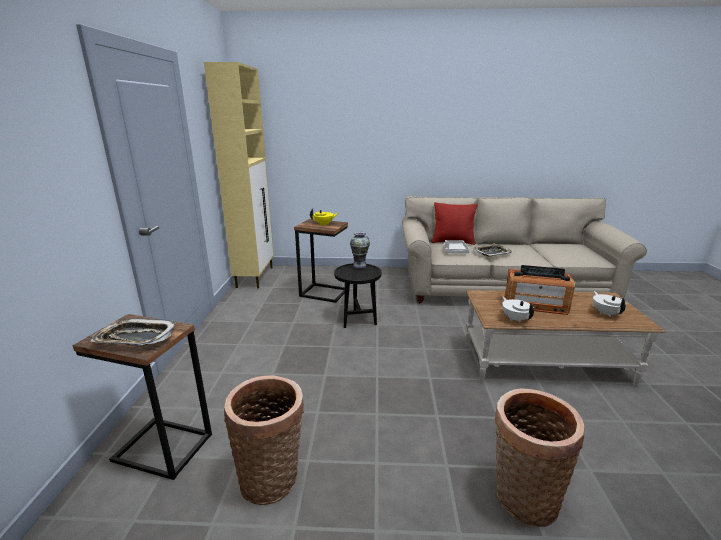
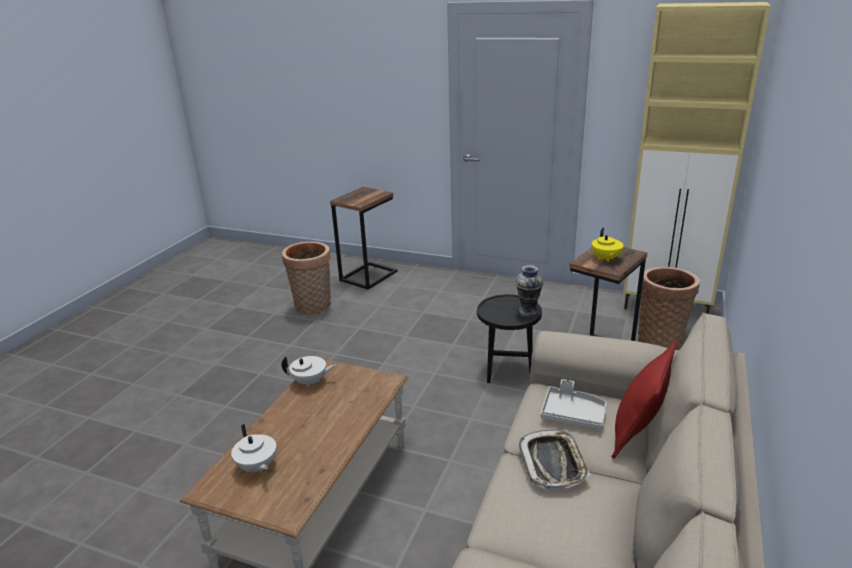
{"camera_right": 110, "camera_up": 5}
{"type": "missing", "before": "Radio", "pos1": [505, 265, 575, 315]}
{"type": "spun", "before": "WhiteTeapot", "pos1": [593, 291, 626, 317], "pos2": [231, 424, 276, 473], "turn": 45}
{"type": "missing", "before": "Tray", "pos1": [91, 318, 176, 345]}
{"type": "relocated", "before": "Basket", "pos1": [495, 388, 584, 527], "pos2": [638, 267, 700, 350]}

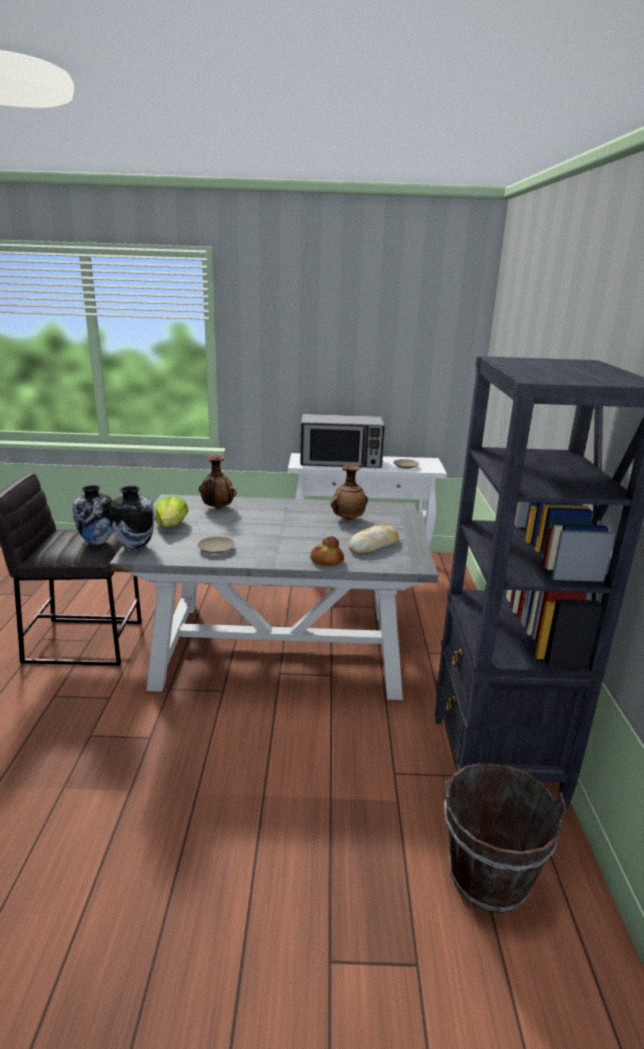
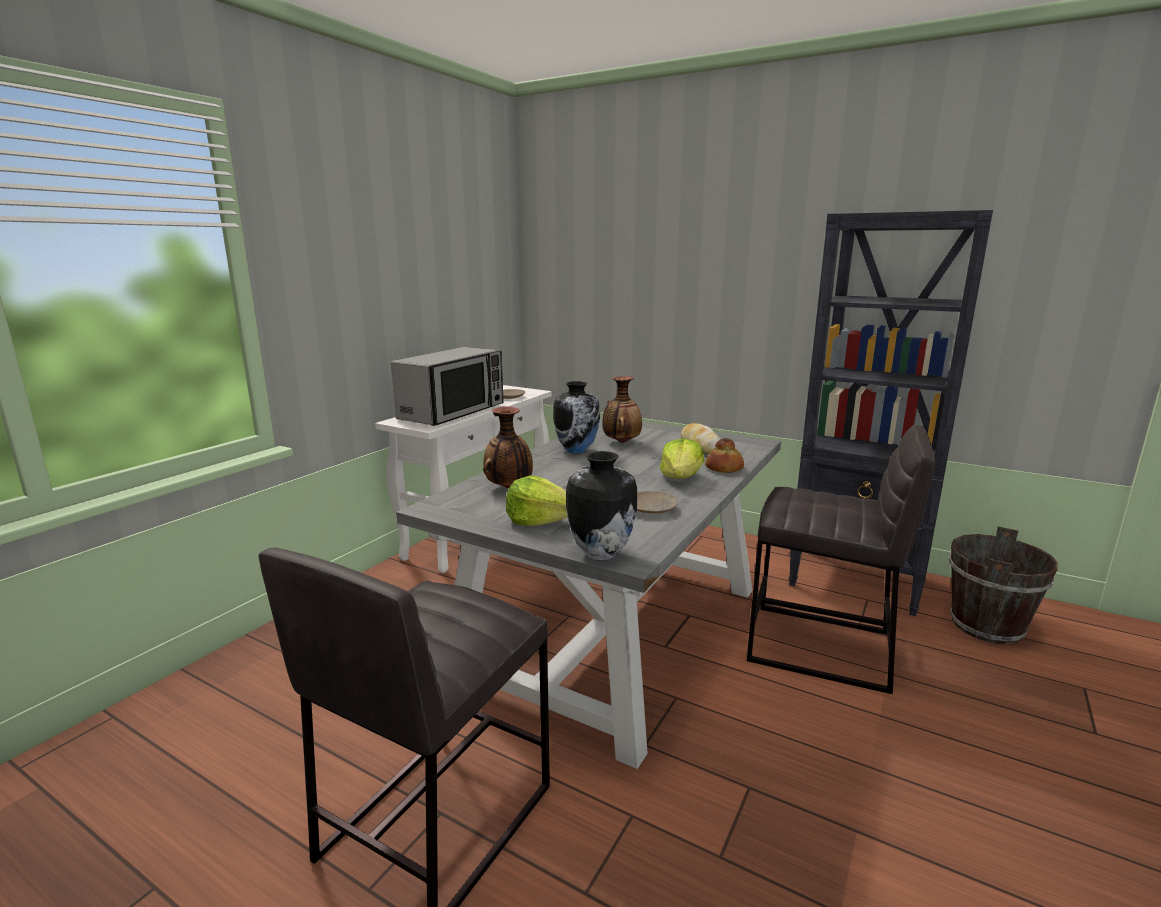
{"camera_right": -60, "camera_up": -5}
{"type": "relocated", "before": "Vase", "pos1": [73, 485, 113, 545], "pos2": [553, 381, 600, 453]}
{"type": "appeared", "after": "GreyStool", "pos2": [747, 425, 935, 694]}
{"type": "appeared", "after": "Lettuce", "pos2": [660, 438, 704, 478]}

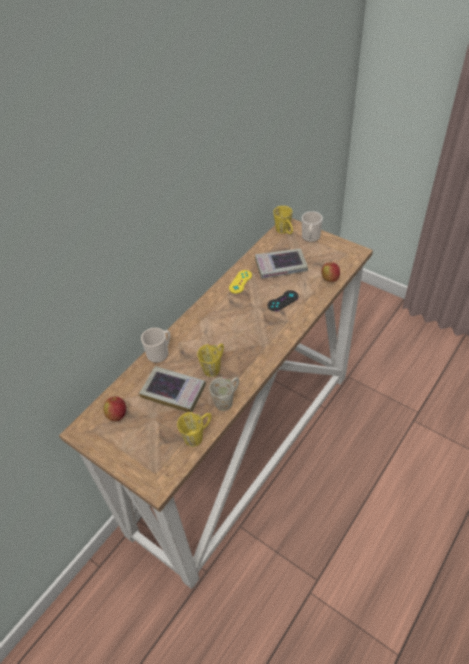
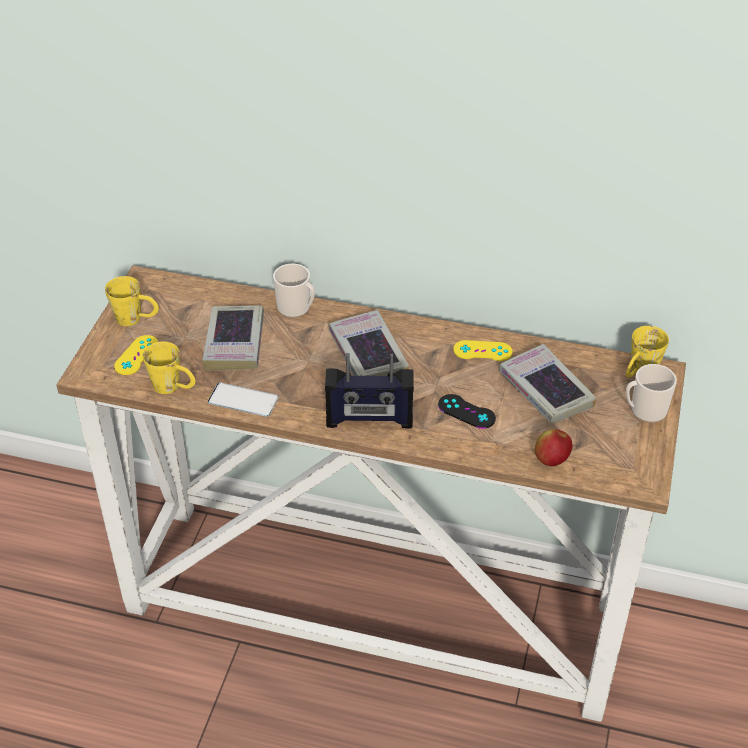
{"camera_right": 65, "camera_up": -5}
{"type": "relocated", "before": "YellowMug", "pos1": [197, 343, 224, 377], "pos2": [105, 276, 159, 326]}
{"type": "exchanged", "before": "WhiteMug", "after": "Phone", "pos1": [209, 377, 239, 411], "pos2": [208, 382, 279, 417]}
{"type": "missing", "before": "Apple", "pos1": [103, 397, 126, 421]}
{"type": "appeared", "after": "Book", "pos2": [329, 310, 409, 376]}
{"type": "appeared", "after": "YellowGameController", "pos2": [114, 335, 158, 375]}
{"type": "appeared", "after": "Radio", "pos2": [325, 353, 414, 429]}

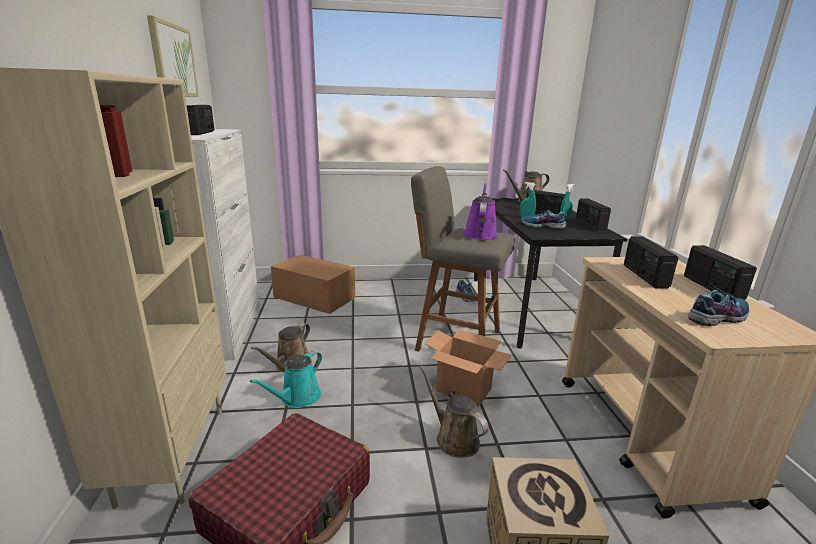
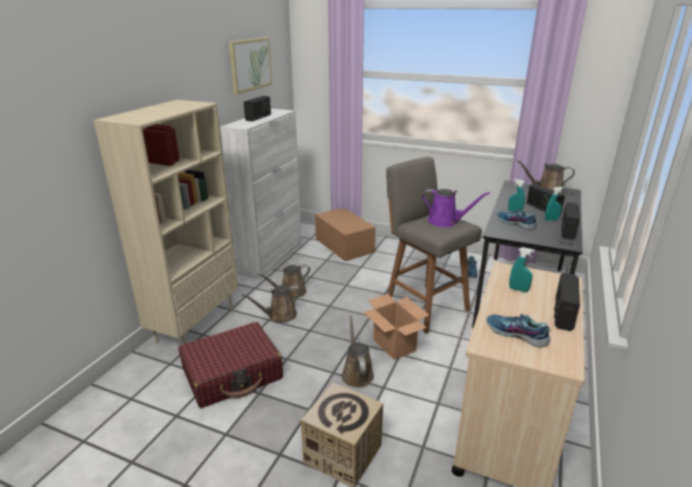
{"camera_right": 30, "camera_up": 5}
{"type": "spun", "before": "PurpleWateringCan", "pos1": [463, 183, 498, 240], "pos2": [422, 189, 490, 228], "turn": 75}
{"type": "exchanged", "before": "Radio", "after": "TurquoiseSprayBottle", "pos1": [624, 236, 679, 289], "pos2": [509, 247, 535, 292]}
{"type": "spun", "before": "Shoe", "pos1": [688, 282, 749, 326], "pos2": [486, 314, 551, 348], "turn": -150}
{"type": "colour", "before": "TurquoiseWateringCan", "after": "BrownWateringCan", "pos1": [250, 351, 322, 408], "pos2": [242, 286, 302, 322]}

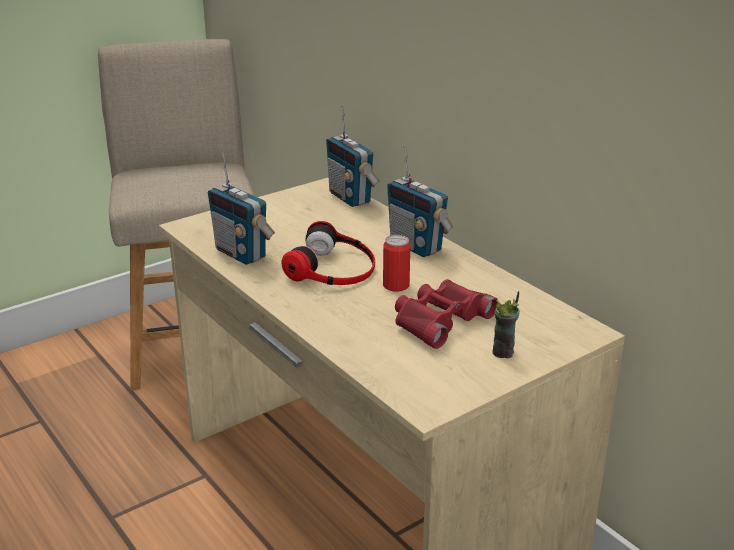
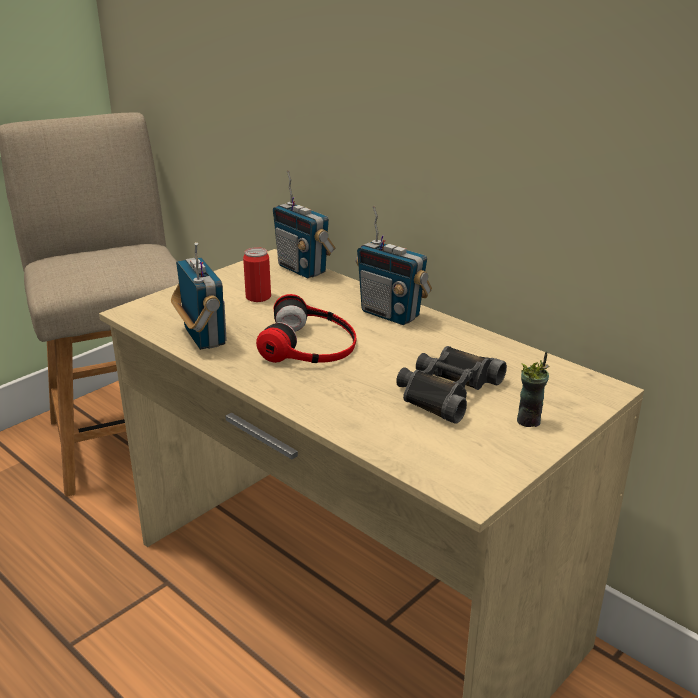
{"camera_right": -10, "camera_up": 0}
{"type": "spun", "before": "Radio", "pos1": [208, 152, 275, 265], "pos2": [171, 242, 227, 350], "turn": -150}
{"type": "relocated", "before": "Can", "pos1": [383, 235, 410, 292], "pos2": [243, 247, 271, 302]}
{"type": "colour", "before": "RedBinoculars", "after": "BlackBinoculars", "pos1": [395, 279, 498, 349], "pos2": [396, 346, 507, 424]}

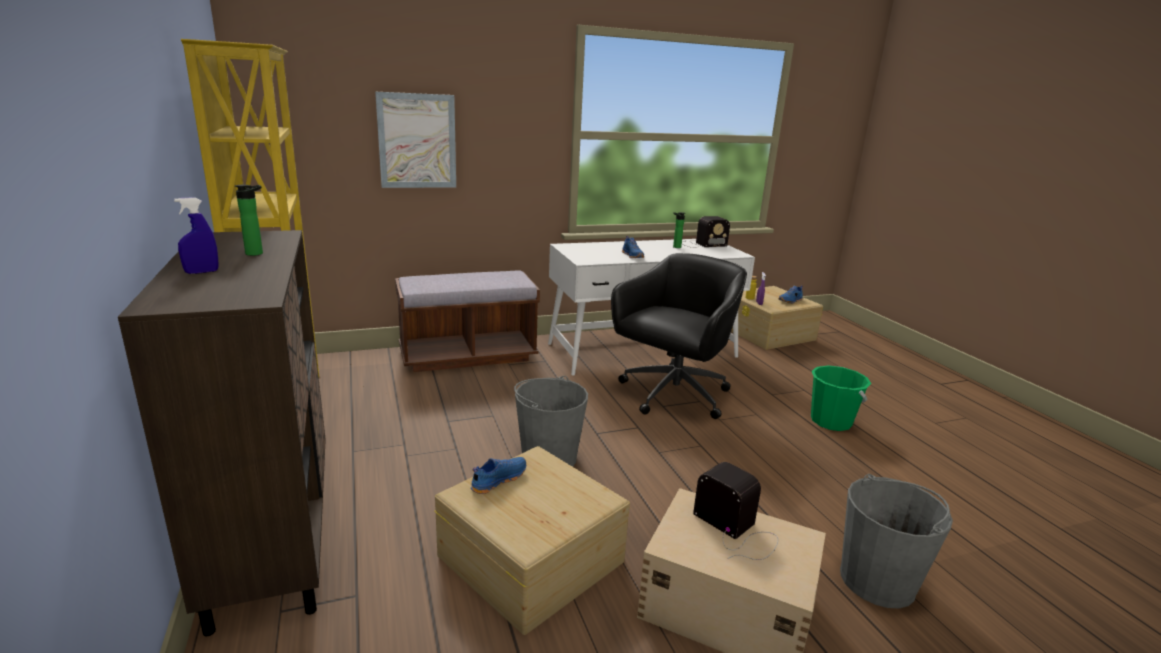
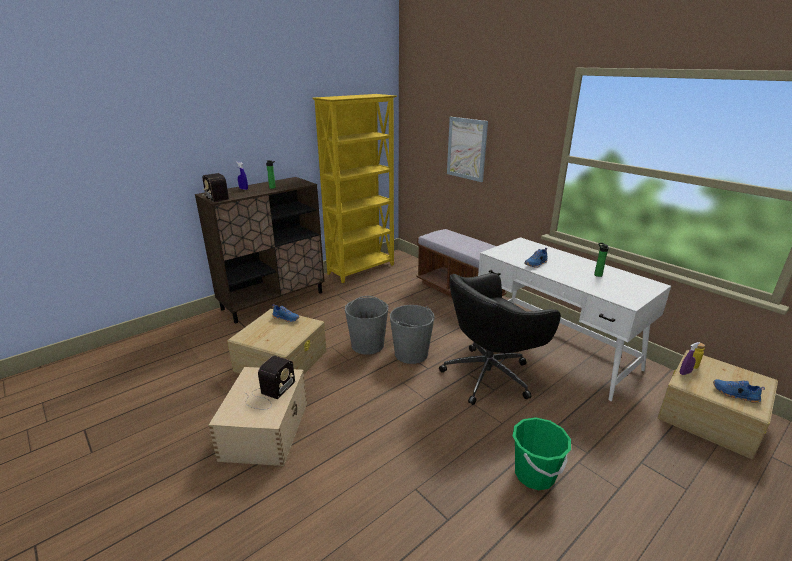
{"camera_right": 70, "camera_up": 5}
{"type": "relocated", "before": "Radio", "pos1": [684, 216, 730, 248], "pos2": [202, 173, 229, 202]}
{"type": "spun", "before": "BlackOfficeChair", "pos1": [611, 253, 747, 419], "pos2": [439, 273, 561, 405], "turn": 135}
{"type": "relocated", "before": "GreyBucket", "pos1": [840, 474, 953, 608], "pos2": [390, 305, 435, 364]}

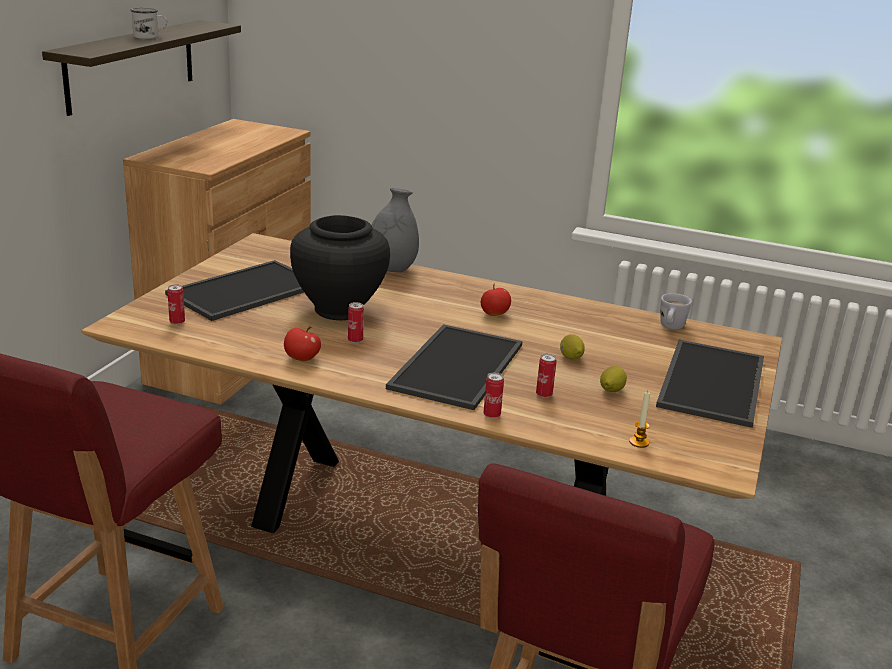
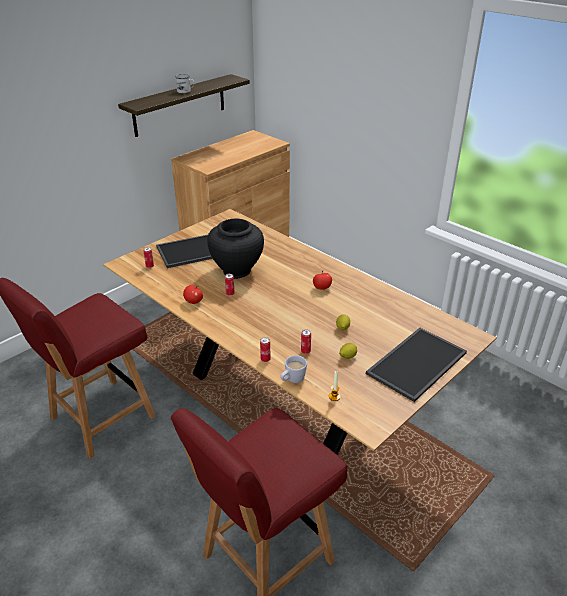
{"camera_right": 25, "camera_up": 10}
{"type": "missing", "before": "GreyVase", "pos1": [372, 188, 419, 272]}
{"type": "relocated", "before": "WhiteMug", "pos1": [660, 293, 692, 330], "pos2": [280, 355, 307, 383]}
{"type": "missing", "before": "Tray", "pos1": [386, 324, 522, 410]}

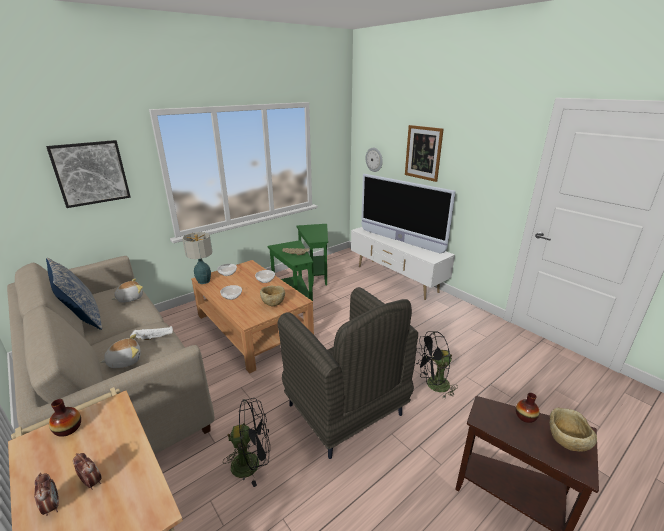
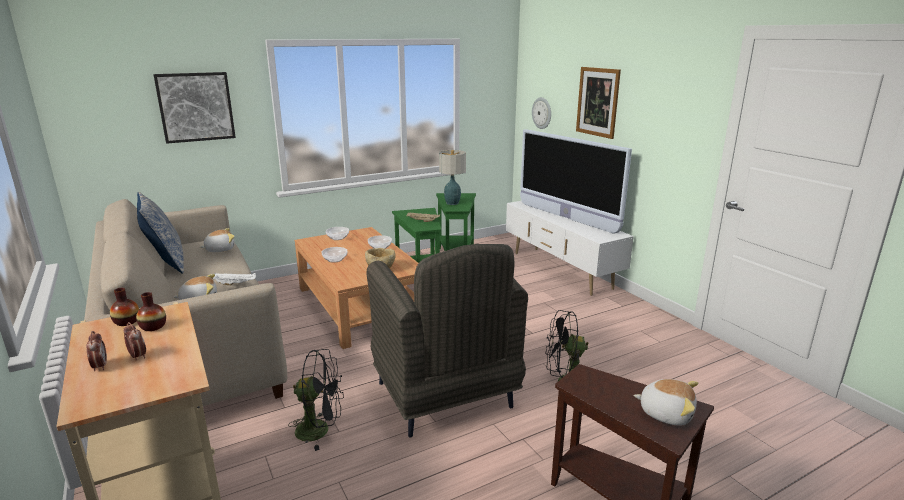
{"camera_right": 10, "camera_up": -5}
{"type": "relocated", "before": "TableLamp", "pos1": [182, 232, 212, 284], "pos2": [439, 150, 466, 205]}
{"type": "relocated", "before": "Vase", "pos1": [516, 393, 540, 423], "pos2": [136, 292, 166, 331]}
{"type": "exchanged", "before": "BeigeBowl", "after": "PlushToy", "pos1": [549, 408, 597, 451], "pos2": [633, 379, 698, 426]}

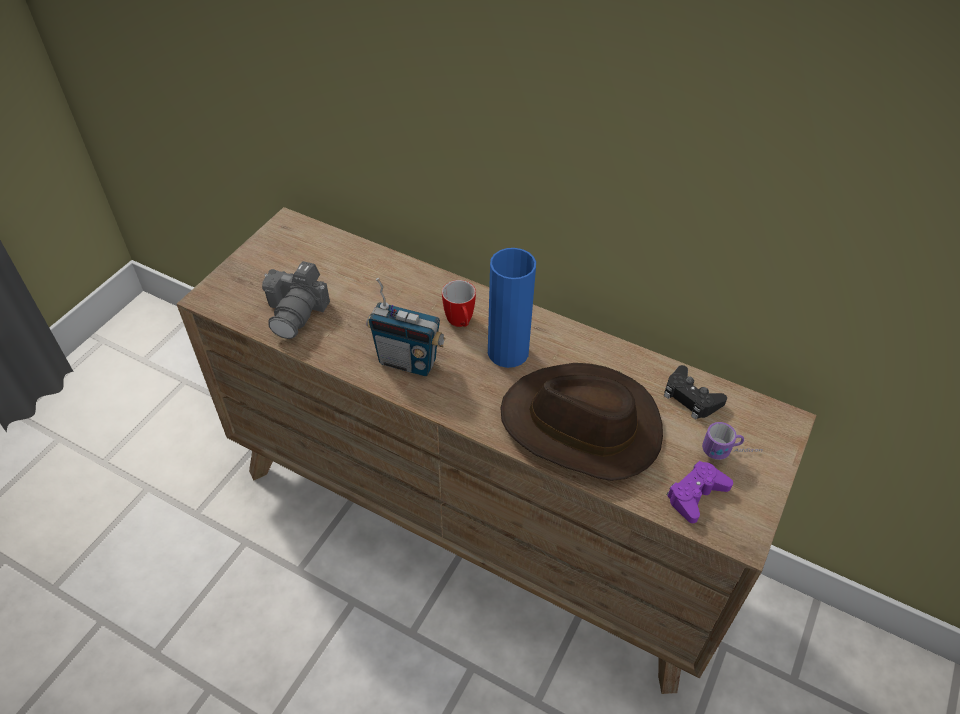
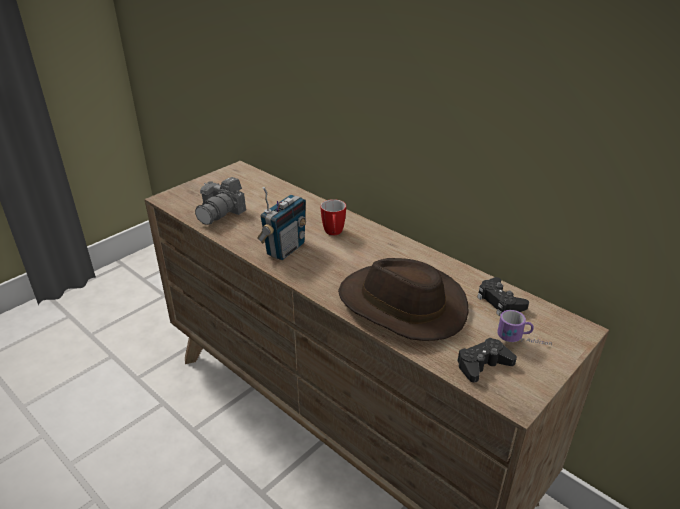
{"camera_right": 15, "camera_up": -15}
{"type": "missing", "before": "BlueVase", "pos1": [488, 248, 536, 368]}
{"type": "spun", "before": "Radio", "pos1": [366, 278, 446, 376], "pos2": [257, 187, 306, 260], "turn": -90}
{"type": "colour", "before": "PurpleGameController", "after": "BlackGameController", "pos1": [667, 461, 733, 523], "pos2": [457, 338, 517, 382]}

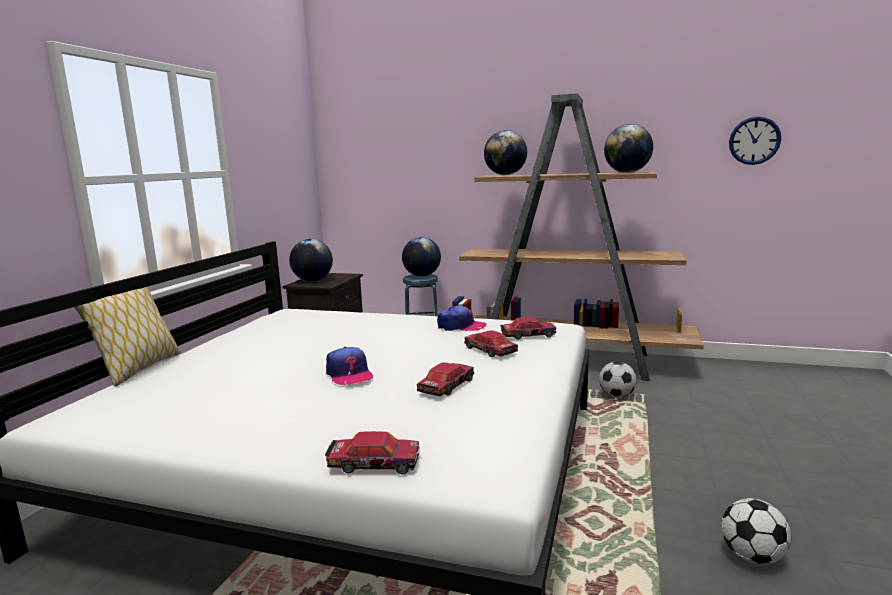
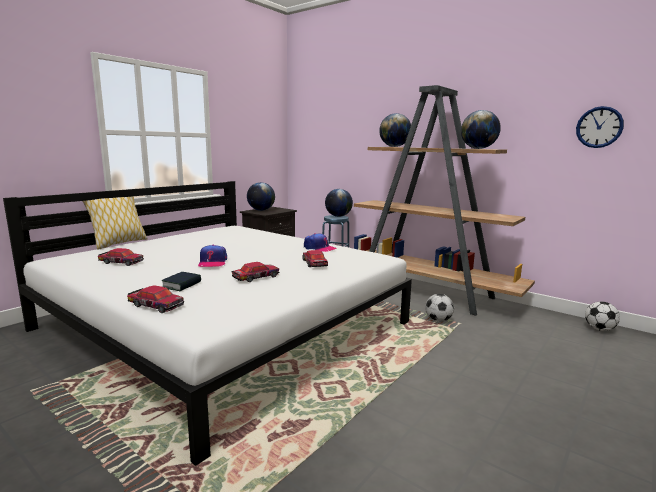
{"camera_right": 20, "camera_up": 0}
{"type": "relocated", "before": "ToyCar", "pos1": [500, 317, 556, 340], "pos2": [98, 248, 144, 266]}
{"type": "relocated", "before": "Football", "pos1": [722, 498, 791, 564], "pos2": [585, 302, 620, 331]}
{"type": "appeared", "after": "Book", "pos2": [161, 272, 201, 291]}

